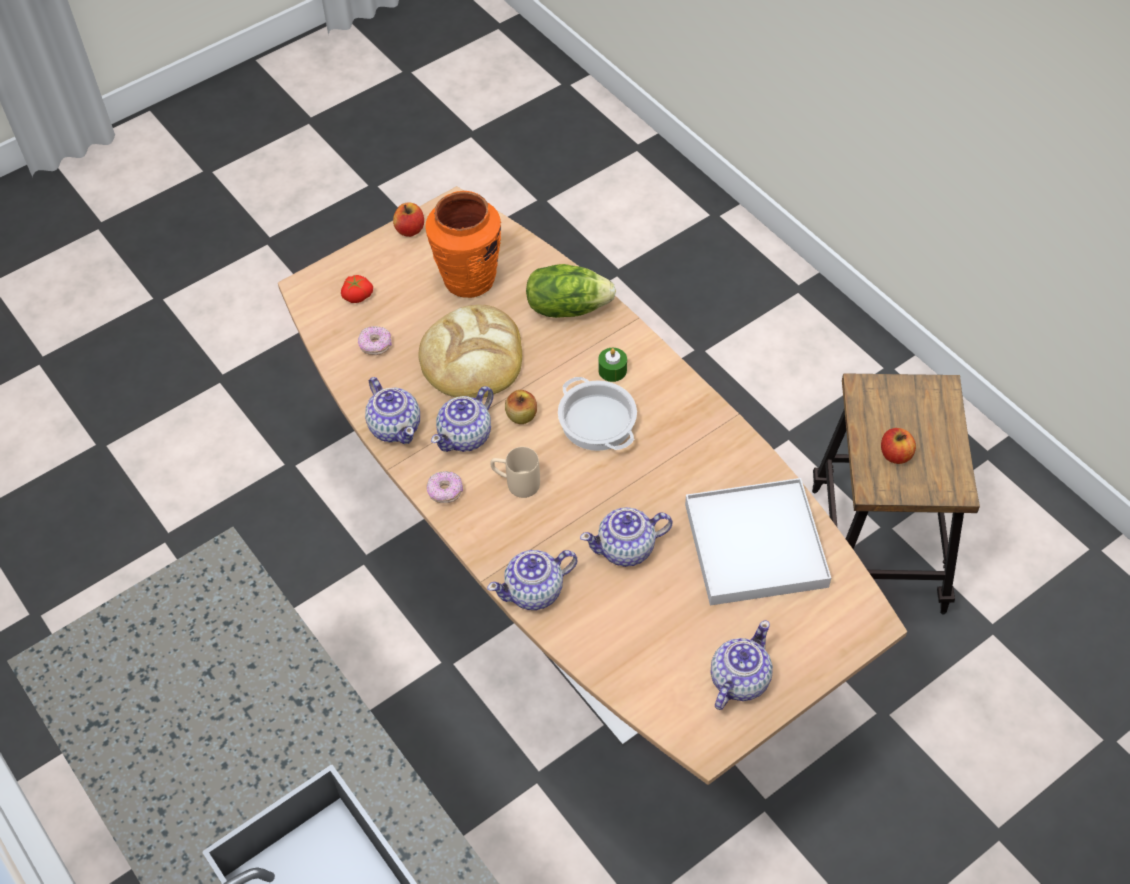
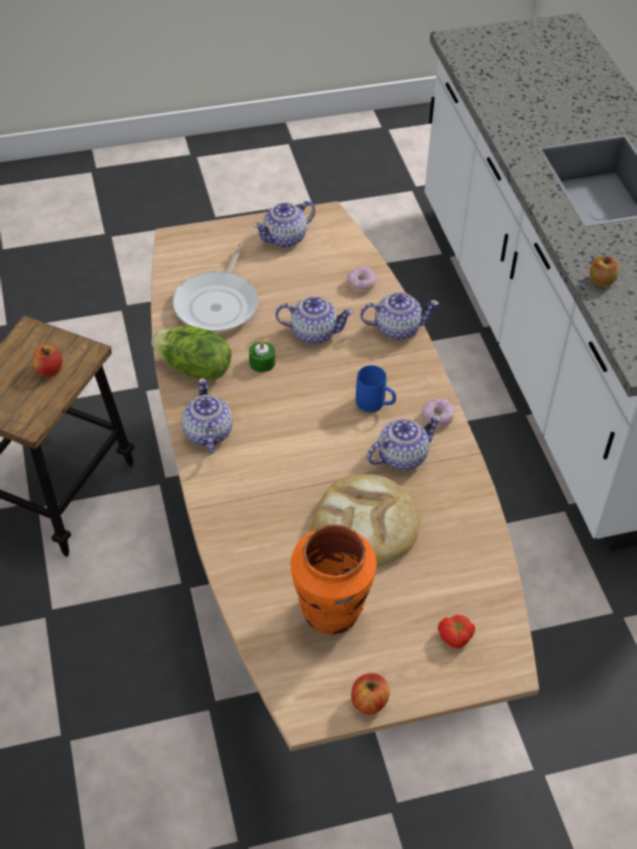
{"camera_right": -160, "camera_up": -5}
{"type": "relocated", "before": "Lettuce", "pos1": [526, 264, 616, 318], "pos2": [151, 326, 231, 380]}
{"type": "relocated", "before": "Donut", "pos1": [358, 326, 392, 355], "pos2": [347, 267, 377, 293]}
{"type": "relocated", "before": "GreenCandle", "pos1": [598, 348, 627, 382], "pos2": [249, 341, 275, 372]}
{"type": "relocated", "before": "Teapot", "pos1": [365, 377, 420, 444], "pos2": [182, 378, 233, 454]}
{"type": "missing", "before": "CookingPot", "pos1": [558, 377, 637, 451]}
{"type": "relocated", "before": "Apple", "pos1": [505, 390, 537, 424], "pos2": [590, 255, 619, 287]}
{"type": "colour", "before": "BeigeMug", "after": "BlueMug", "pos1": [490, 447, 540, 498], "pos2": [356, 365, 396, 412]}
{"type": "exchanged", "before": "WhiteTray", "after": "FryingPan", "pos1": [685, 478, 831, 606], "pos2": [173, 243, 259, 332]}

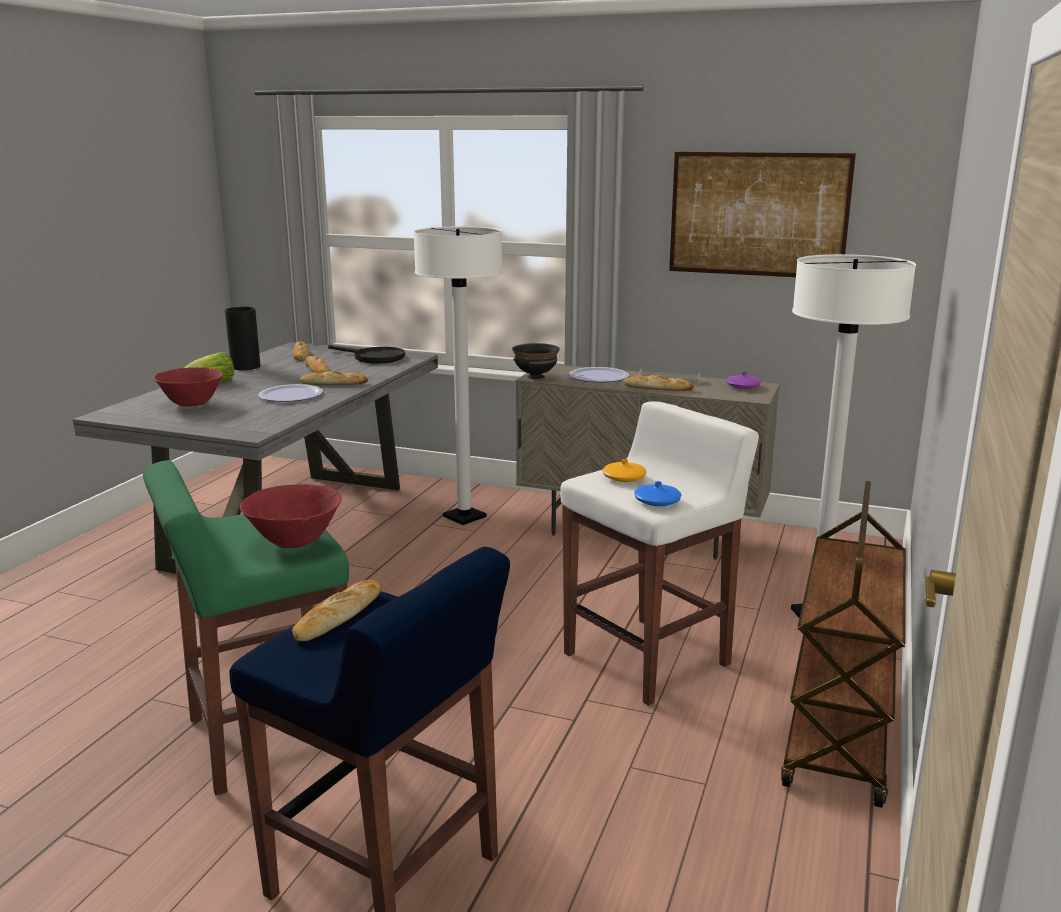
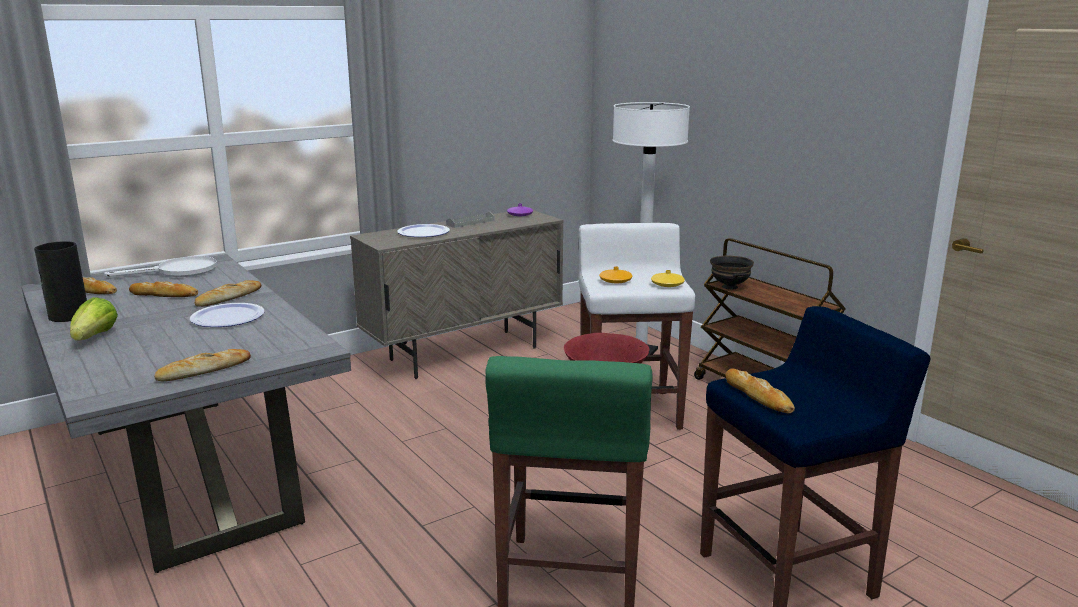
{"camera_right": -55, "camera_up": 0}
{"type": "missing", "before": "Picture", "pos1": [669, 152, 856, 277]}
{"type": "missing", "before": "WhiteFloorLamp", "pos1": [414, 226, 502, 525]}
{"type": "relocated", "before": "BlackBowl", "pos1": [512, 343, 560, 379], "pos2": [710, 256, 754, 290]}
{"type": "colour", "before": "BlackFryingPan", "after": "WhiteFryingPan", "pos1": [328, 345, 405, 364], "pos2": [104, 256, 217, 277]}
{"type": "missing", "before": "RedBowl", "pos1": [153, 367, 223, 407]}
{"type": "relocated", "before": "Bread", "pos1": [623, 375, 694, 391], "pos2": [154, 349, 251, 382]}
{"type": "colour", "before": "BlueVase", "after": "YellowVase", "pos1": [634, 481, 681, 506], "pos2": [651, 270, 685, 287]}

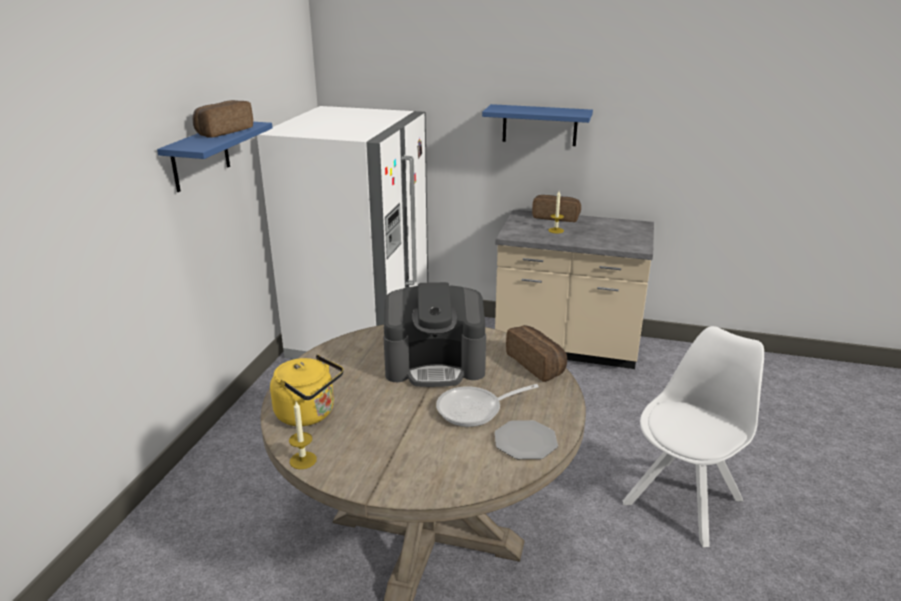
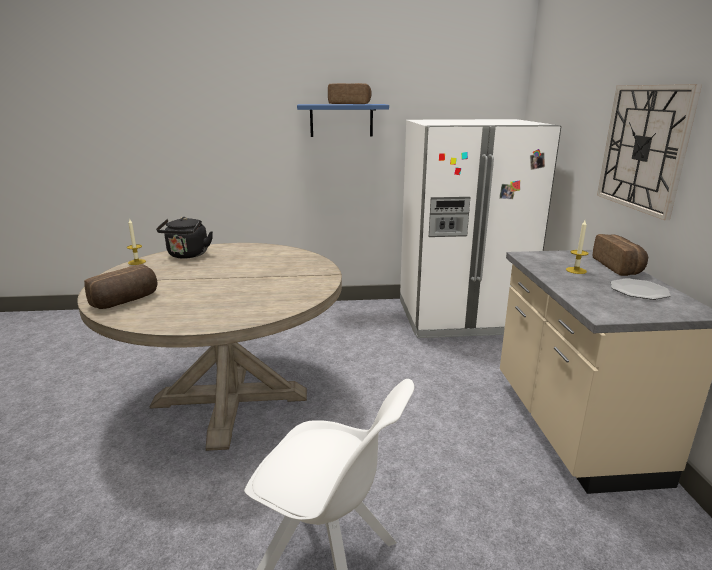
{"camera_right": 70, "camera_up": -5}
{"type": "exchanged", "before": "BlueShelf", "after": "WallClock", "pos1": [482, 104, 593, 146], "pos2": [597, 84, 702, 220]}
{"type": "missing", "before": "CoffeeMachine", "pos1": [383, 282, 486, 387]}
{"type": "relocated", "before": "Bread", "pos1": [506, 325, 567, 382], "pos2": [84, 264, 158, 309]}
{"type": "colour", "before": "YellowKettle", "after": "BlackKettle", "pos1": [270, 355, 344, 426], "pos2": [156, 217, 213, 259]}
{"type": "missing", "before": "FryingPan", "pos1": [436, 384, 539, 427]}
{"type": "relocated", "before": "Plate", "pos1": [494, 420, 558, 459], "pos2": [611, 278, 671, 300]}

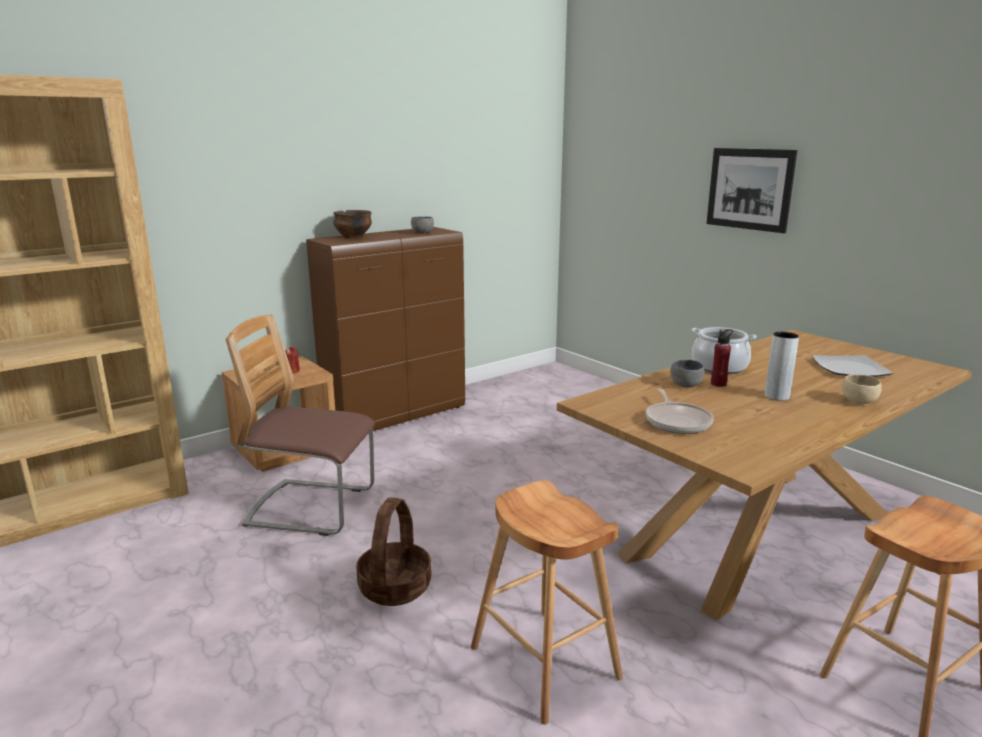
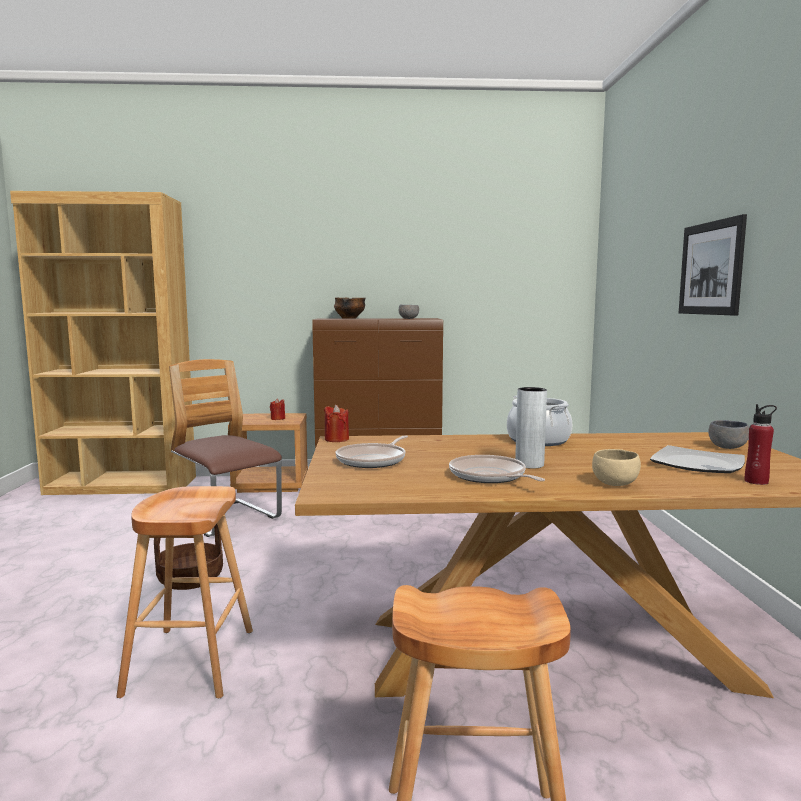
{"camera_right": 35, "camera_up": -10}
{"type": "relocated", "before": "RedBottle", "pos1": [711, 329, 733, 387], "pos2": [745, 404, 777, 485]}
{"type": "relocated", "before": "GreyBowl", "pos1": [670, 360, 705, 387], "pos2": [708, 420, 749, 449]}
{"type": "appeared", "after": "RedCandle", "pos2": [324, 405, 349, 442]}
{"type": "appeared", "after": "FryingPan", "pos2": [449, 455, 545, 483]}

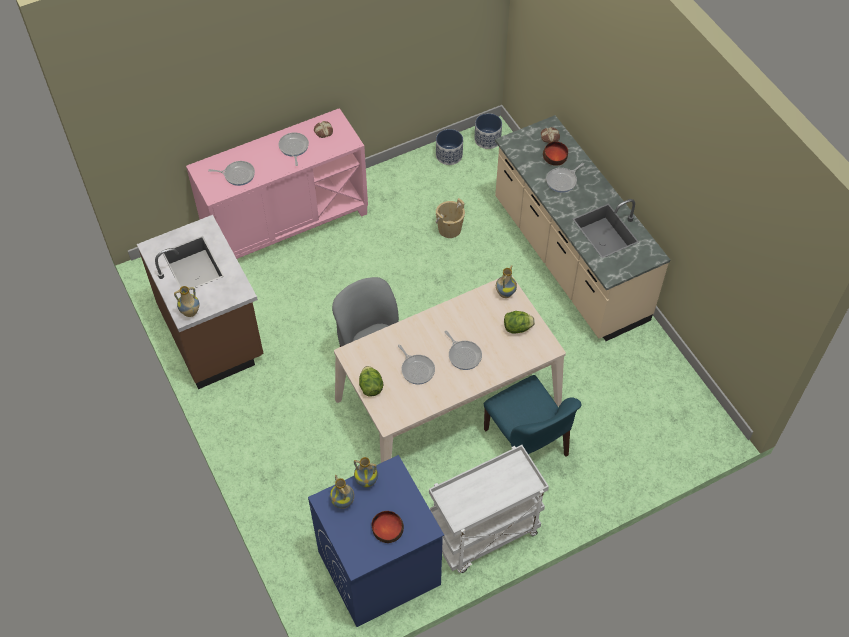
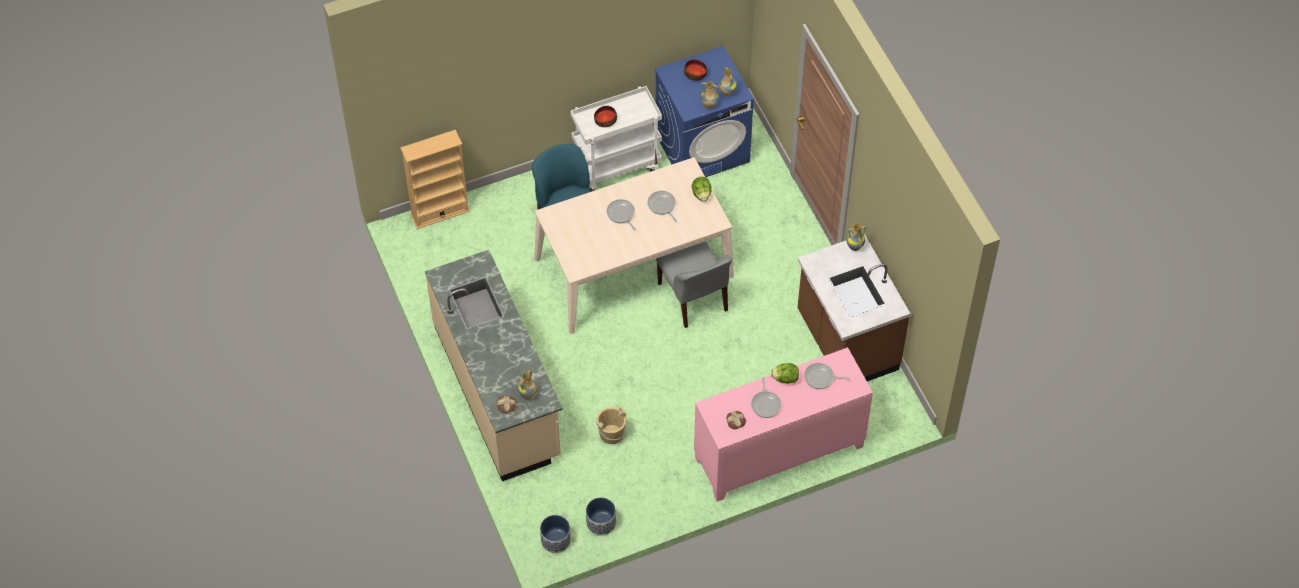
{"camera_right": -175, "camera_up": 0}
{"type": "relocated", "before": "Bowl", "pos1": [543, 141, 568, 166], "pos2": [594, 106, 617, 127]}
{"type": "missing", "before": "FryingPan", "pos1": [546, 163, 584, 193]}
{"type": "relocated", "before": "Vase", "pos1": [496, 265, 517, 298], "pos2": [517, 370, 537, 399]}
{"type": "relocated", "before": "Lettuce", "pos1": [504, 311, 535, 333], "pos2": [771, 363, 799, 384]}
{"type": "appeared", "after": "BeigeBookcase", "pos2": [400, 130, 470, 229]}

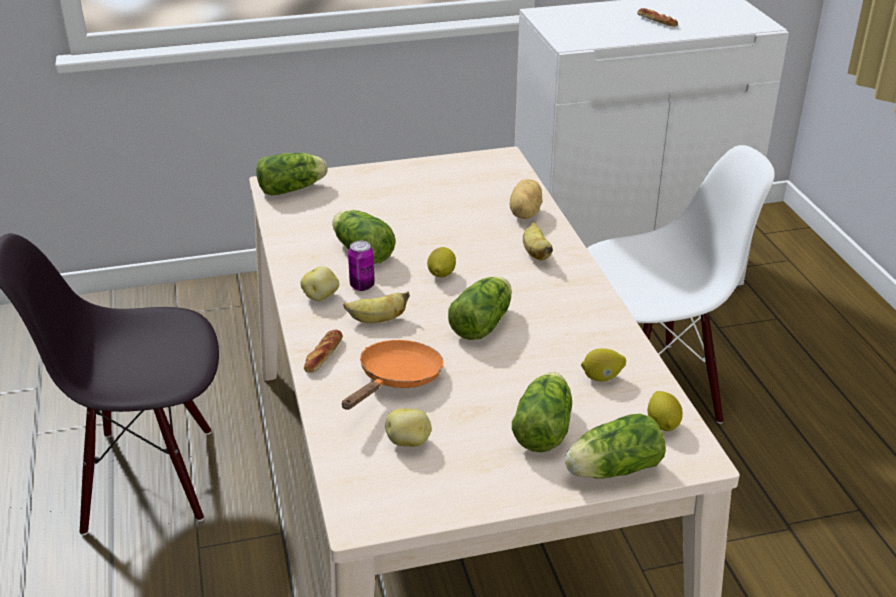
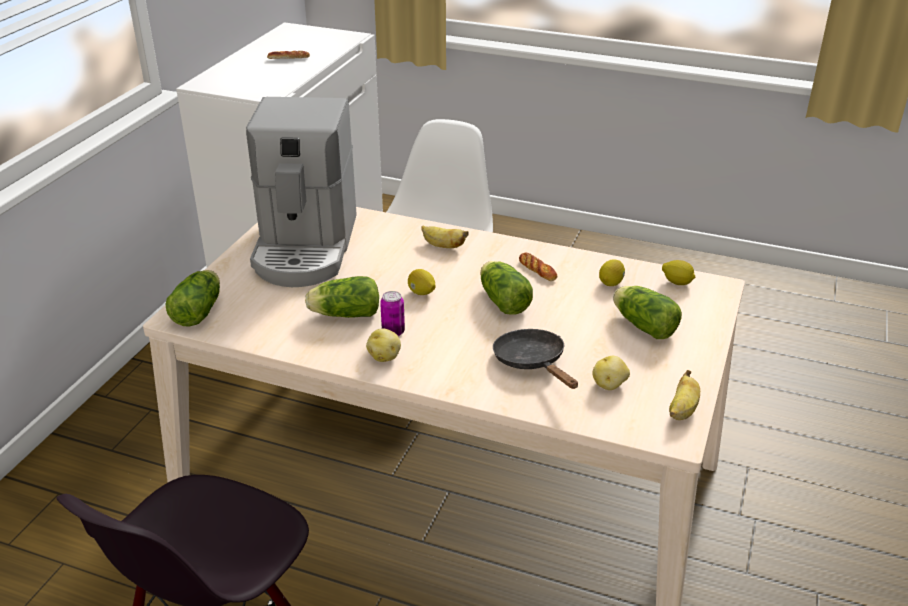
{"camera_right": -55, "camera_up": 0}
{"type": "missing", "before": "Potato", "pos1": [510, 179, 543, 219]}
{"type": "relocated", "before": "Banana", "pos1": [344, 292, 410, 323], "pos2": [669, 370, 700, 420]}
{"type": "relocated", "before": "Bread", "pos1": [304, 330, 343, 373], "pos2": [519, 253, 557, 281]}
{"type": "colour", "before": "OrangeFryingPan", "after": "BlackFryingPan", "pos1": [342, 340, 443, 410], "pos2": [493, 329, 578, 389]}
{"type": "missing", "before": "Lettuce", "pos1": [565, 414, 666, 479]}
{"type": "appeared", "after": "CoffeeMachine", "pos2": [246, 97, 357, 287]}

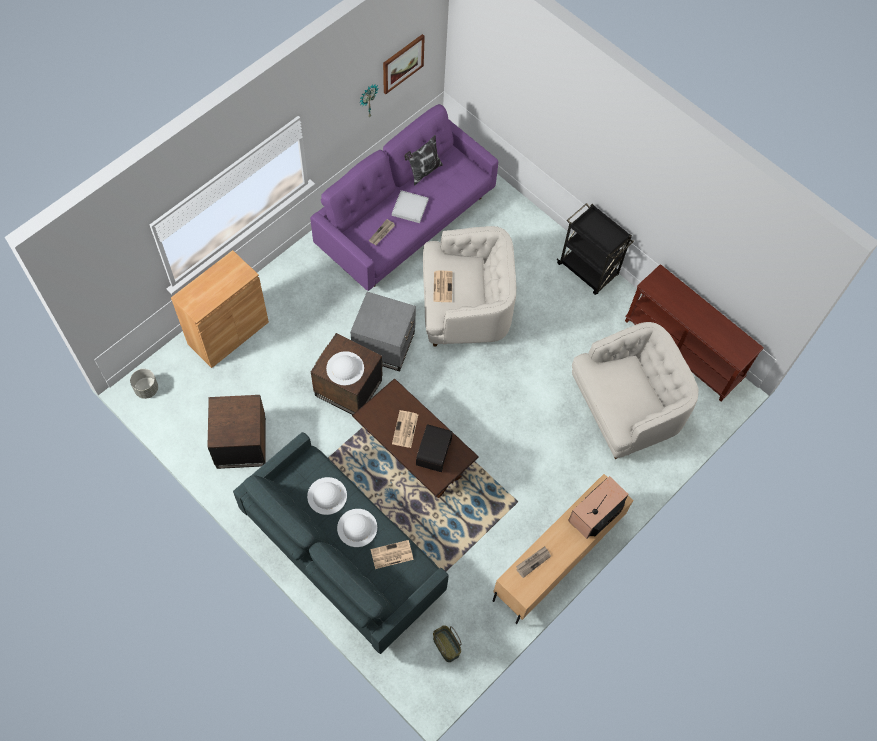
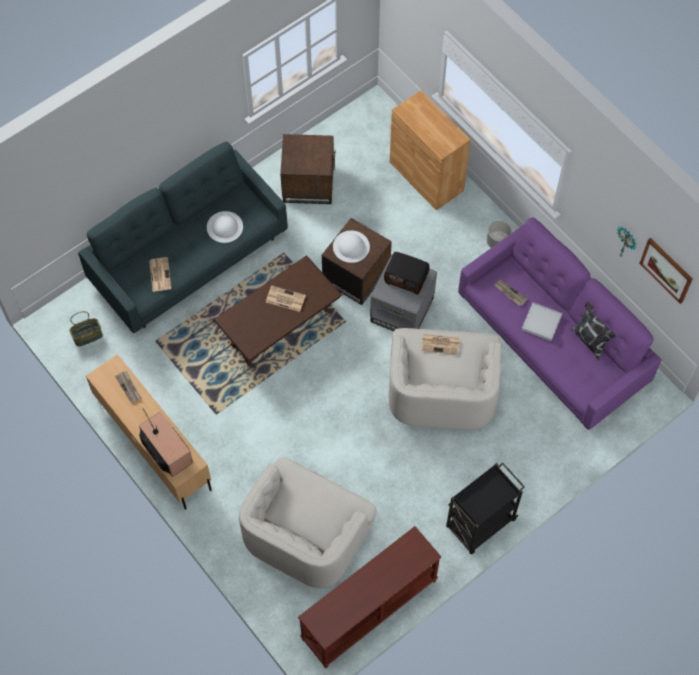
{"camera_right": 100, "camera_up": 0}
{"type": "spun", "before": "WhiteArmchair", "pos1": [572, 322, 698, 459], "pos2": [239, 457, 377, 588], "turn": 45}
{"type": "relocated", "before": "GreyPlanter", "pos1": [130, 369, 158, 399], "pos2": [487, 221, 512, 248]}
{"type": "relocated", "before": "Radio", "pos1": [416, 424, 453, 472], "pos2": [384, 252, 429, 294]}
{"type": "missing", "before": "WhiteHat", "pos1": [337, 509, 377, 547]}

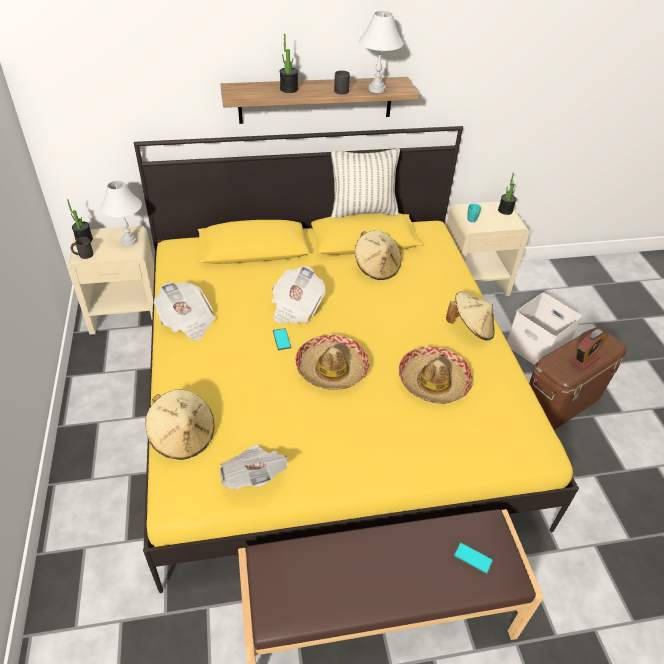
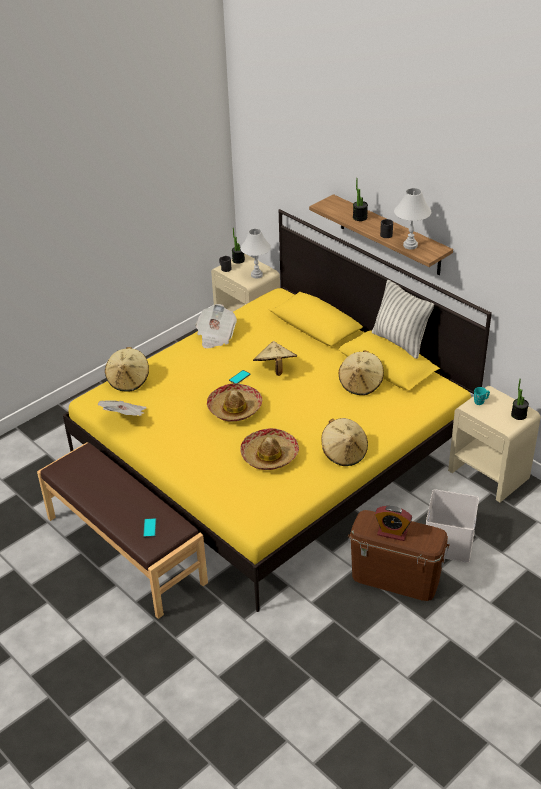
{"camera_right": 60, "camera_up": -5}
{"type": "exchanged", "before": "Newspaper", "after": "BeigeHat", "pos1": [271, 266, 326, 324], "pos2": [253, 341, 297, 376]}

